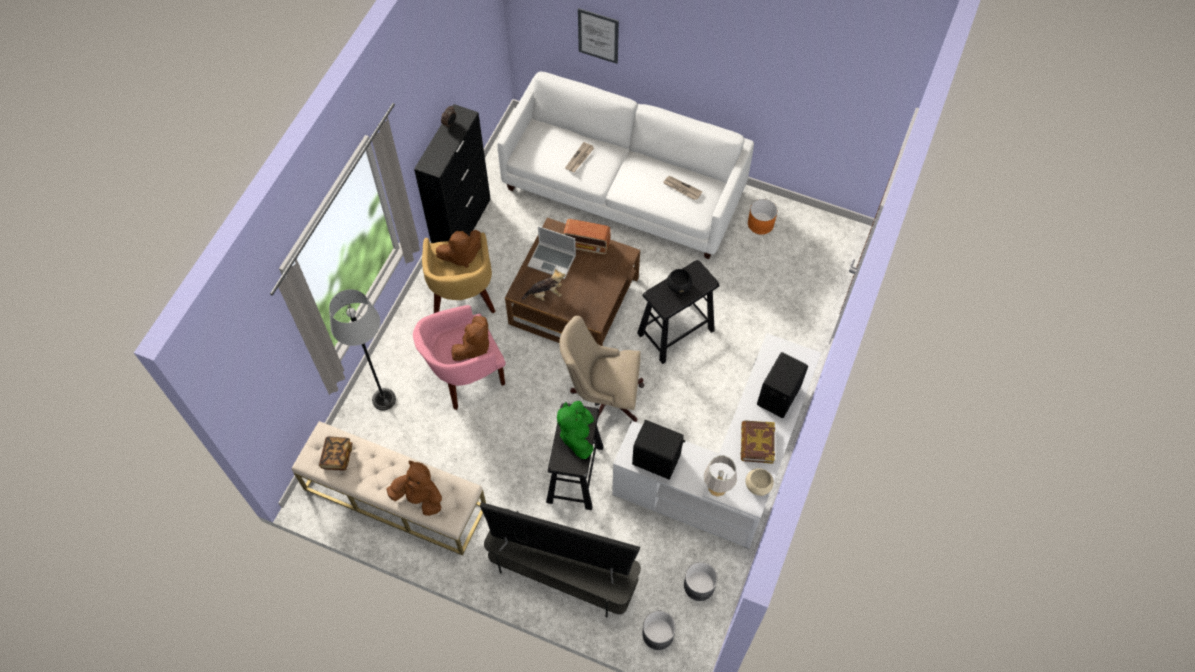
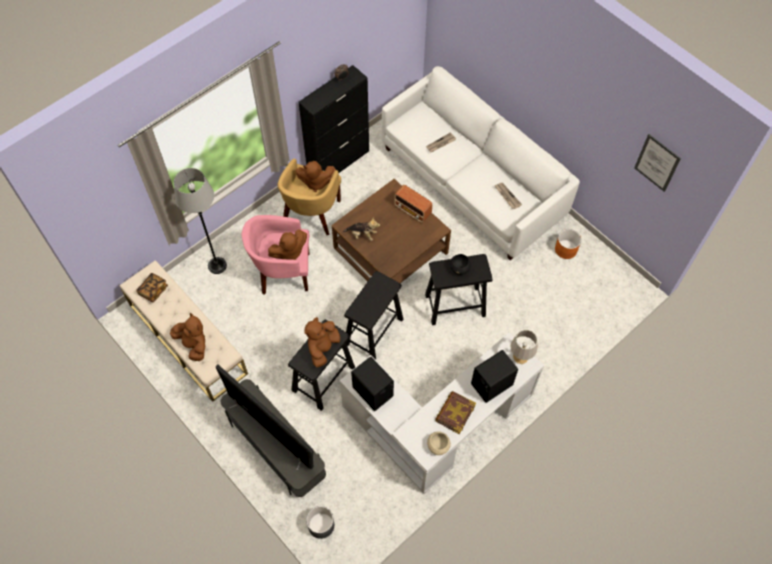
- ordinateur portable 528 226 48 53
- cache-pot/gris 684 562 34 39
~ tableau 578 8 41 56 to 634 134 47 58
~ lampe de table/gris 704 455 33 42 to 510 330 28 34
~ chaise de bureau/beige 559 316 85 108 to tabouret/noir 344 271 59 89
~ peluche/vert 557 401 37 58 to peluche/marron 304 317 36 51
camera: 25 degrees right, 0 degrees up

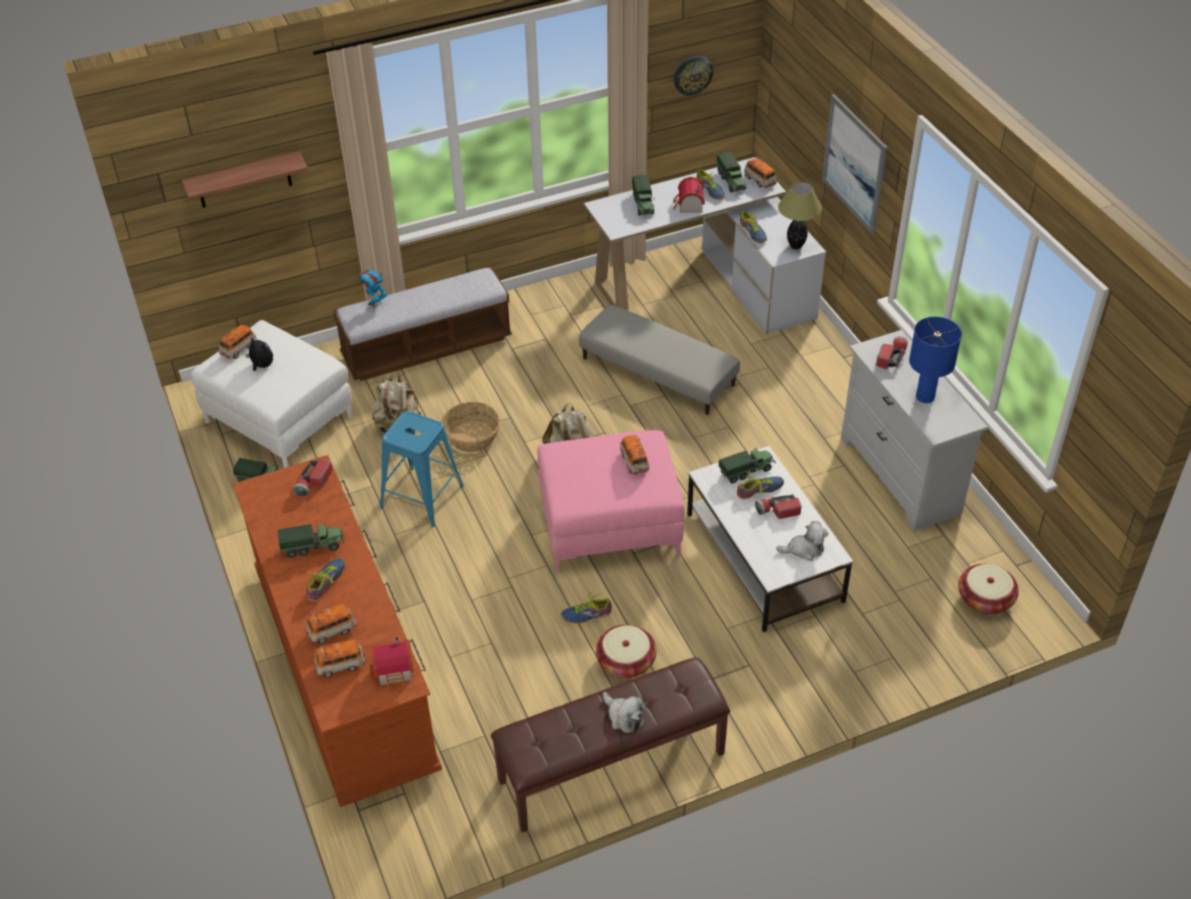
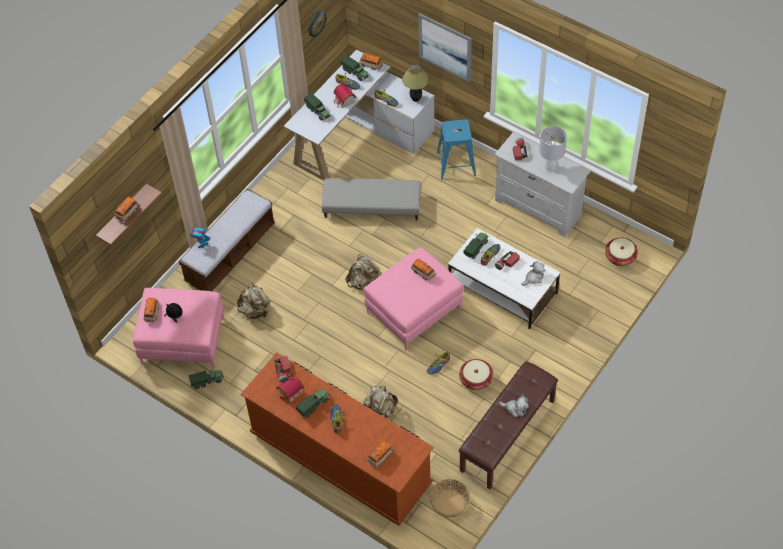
+ sac à dos/beige 363 385 35 33
~ petite voiture 305 604 51 40 to 115 197 24 25
~ maison miniature 370 636 44 56 to 276 374 28 29
~ tabouret/bleu 380 411 84 116 to 437 119 39 60
~ panier 441 402 59 50 to 430 479 40 38
~ pouf/blanc 191 320 162 148 to pouf/rose 133 288 91 81
~ lampe de table/bleu 909 316 53 87 to lampe de table/gris 539 126 28 46
camera: 30 degrees left, 10 degrees up

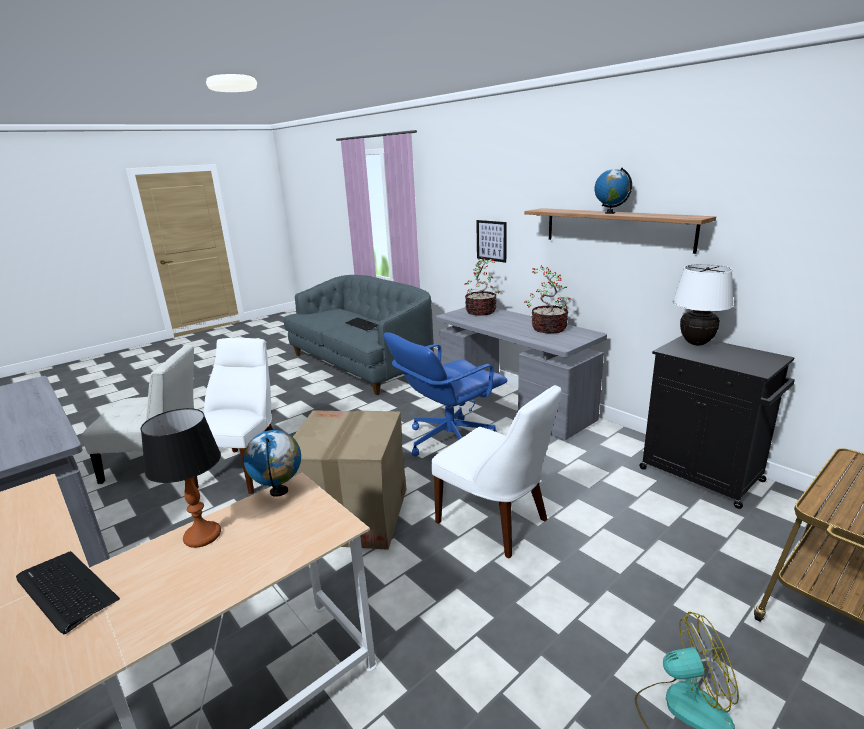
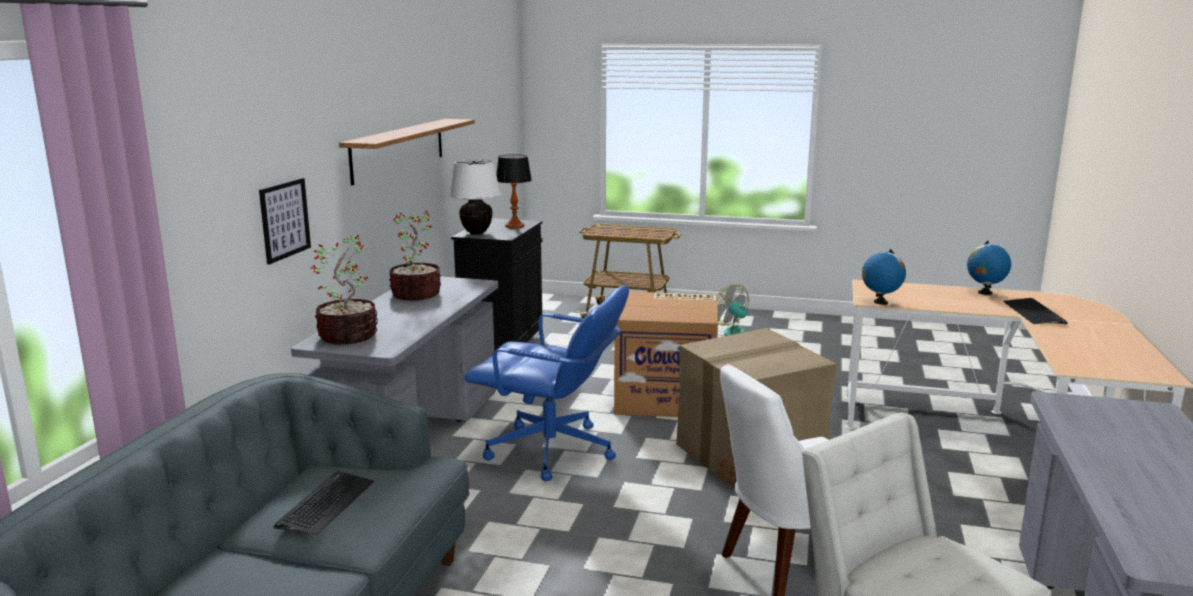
~ lampe de table 141 408 80 140 to 496 154 36 74
~ globe 594 168 38 46 to 967 241 44 54
~ chaise/blanc 431 385 131 174 to carton 614 292 104 125
camera: 125 degrees left, 5 degrees down

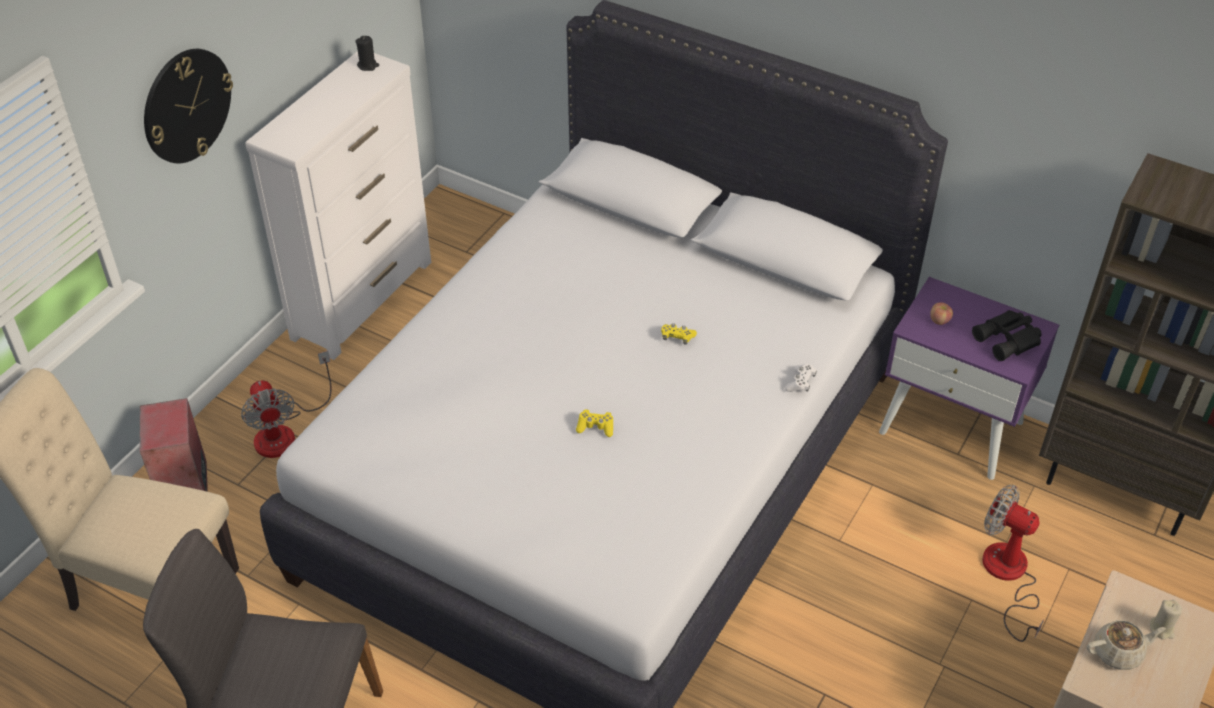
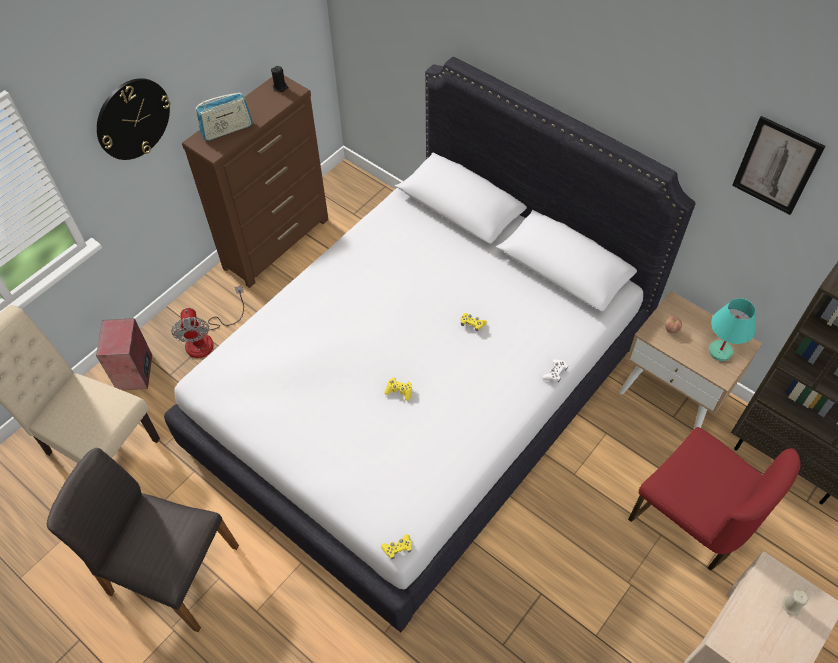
- théière/beige 1087 620 79 50
+ radio 195 92 58 49
+ manette/jaune 381 534 31 25
+ tableau 732 116 93 99
~ jumelles/noir 972 310 70 51 to lampe de table/turquoise 709 298 47 63
~ ventilateur 982 484 62 158 to chaise/rouge 628 427 173 144
~ commode/blanc 245 51 186 309 to commode/marron 182 75 147 213
~ table de chevet/violet 879 277 180 203 to table de chevet/beige 619 291 143 138
camera: 10 degrees right, 10 degrees up

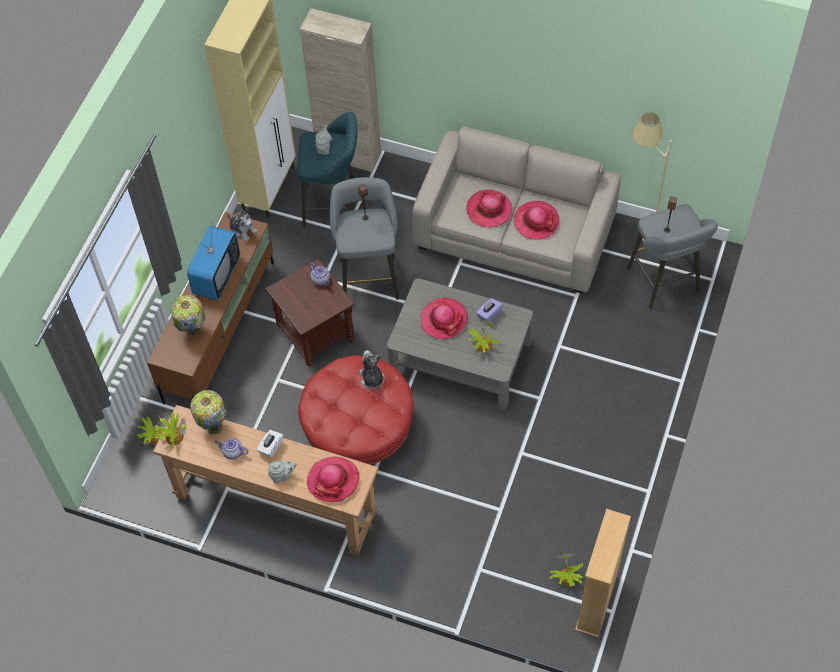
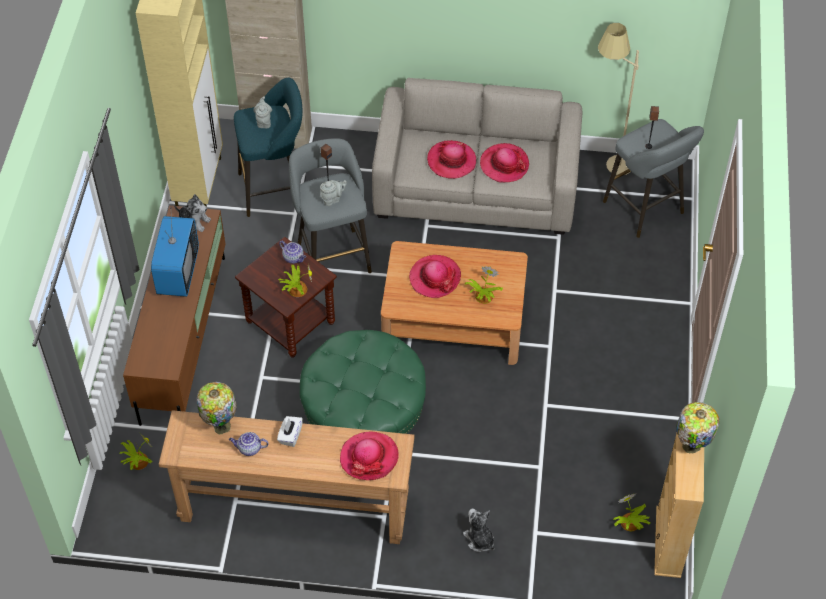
- boîte à mouchoirs/violet 476 298 27 23
~ plante en pot 154 412 33 34 to 278 265 34 32
~ lampe de table 171 295 34 42 to 676 402 43 51
~ théière/gris 268 460 29 23 to 320 180 27 26
~ peluche 359 350 26 39 to 463 508 31 44
~ pouf/rouge 298 355 116 110 to pouf/vert 300 330 126 104
~ table basse/gris 387 278 146 131 to table basse/marron 381 241 147 124
camera: 15 degrees left, 5 degrees down

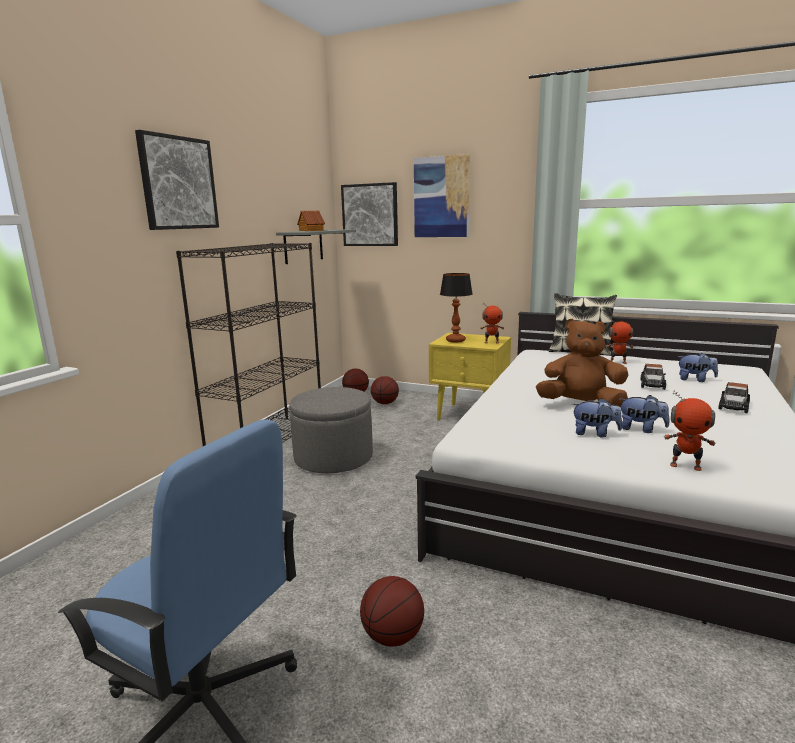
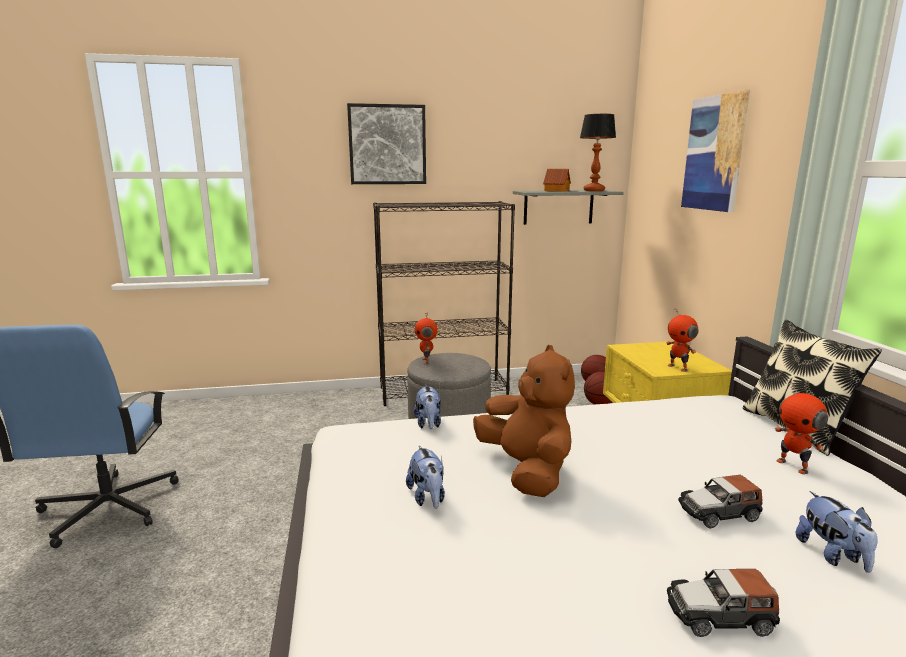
- tableau 341 182 57 64
- ballon de basket 360 576 64 71
~ lampe de table 440 273 32 69 to 580 114 36 77
~ peluche 619 395 51 38 to 414 385 27 44
~ robot jouet 664 390 52 81 to 415 312 23 53
camera: 55 degrees right, 0 degrees up

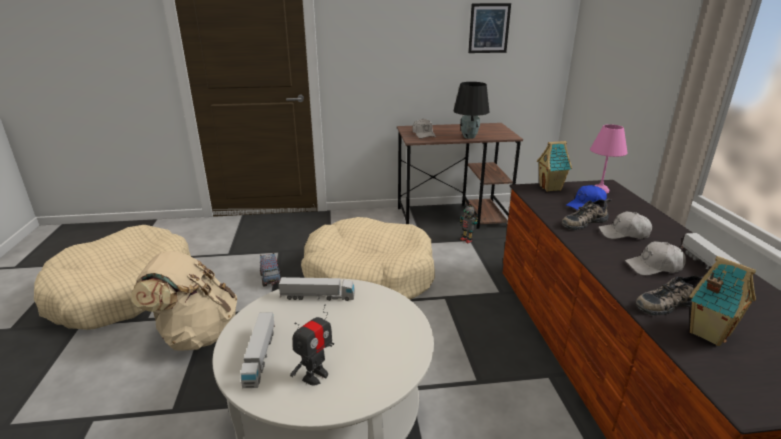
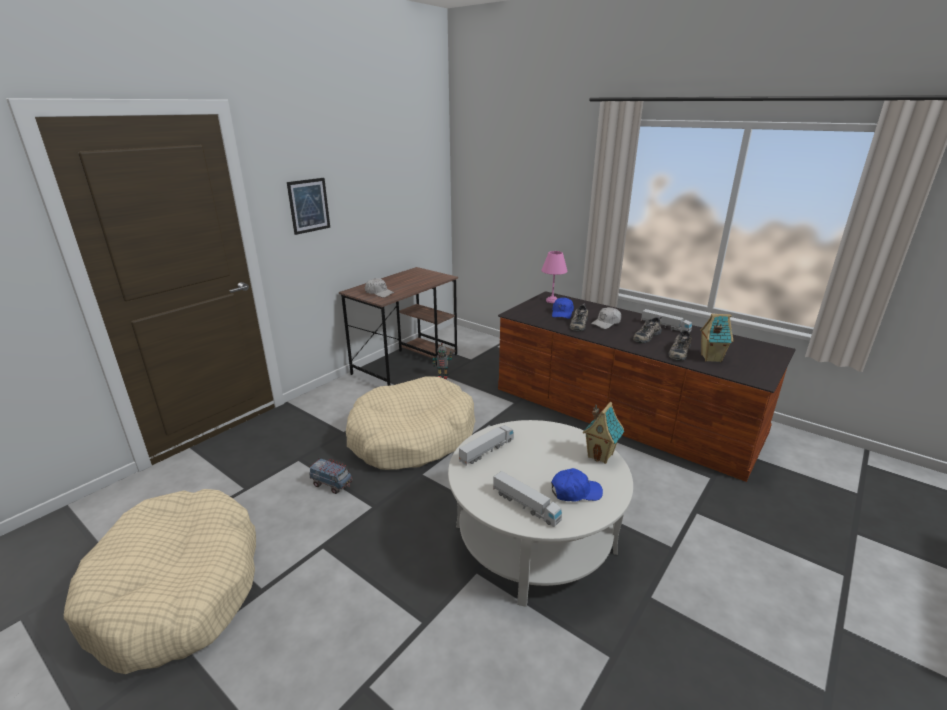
- sac à dos/beige 131 251 106 99
- lampe de table/noir 453 82 36 57
~ tableau 468 3 43 50 to 287 178 43 57
~ maison miniature 537 141 35 51 to 583 402 42 62
~ robot jouet 290 305 44 81 to casquette/bleu 551 468 52 34
~ casquette/blanc 625 241 61 34 to chaussure 633 316 29 27
camera: 45 degrees left, 0 degrees up

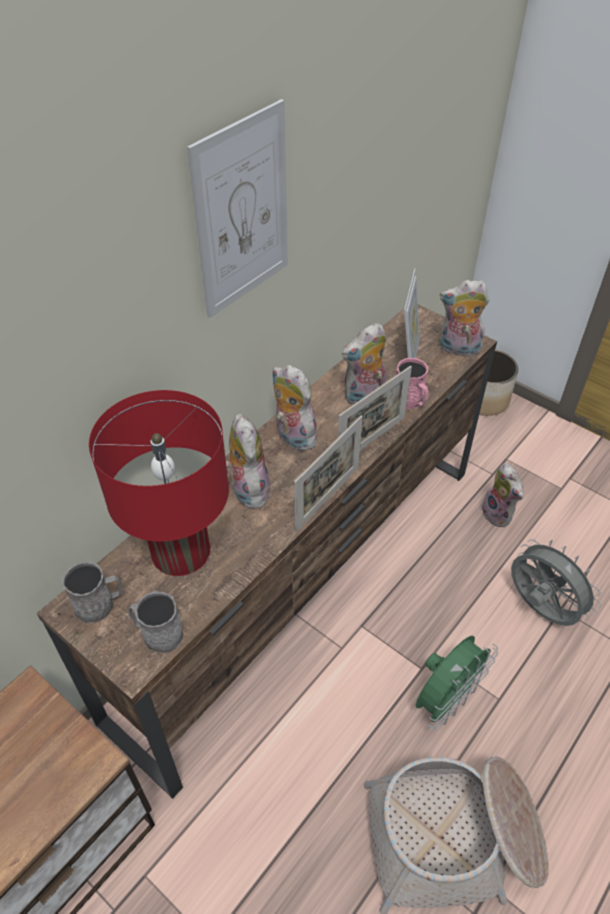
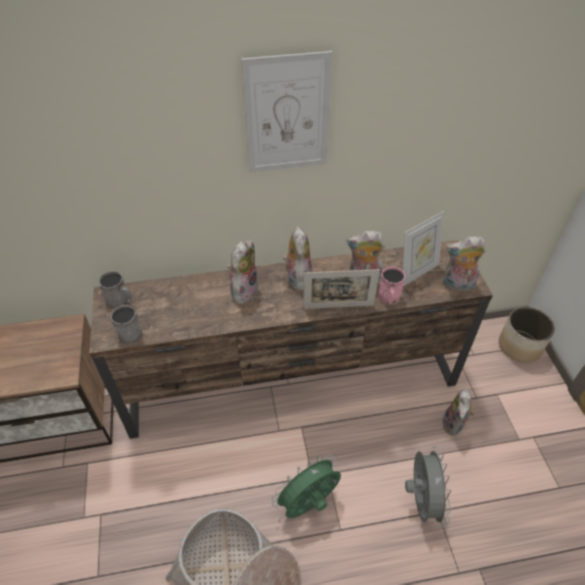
- lampe de table/rouge 89 390 140 186
- cadre photo 294 415 69 117
~ ventilateur/vert 416 635 82 96 = 272 454 69 64 150 degrees clockwise
~ peluche 440 280 49 77 = 443 236 43 55 45 degrees counterclockwise
camera: 40 degrees right, 0 degrees up

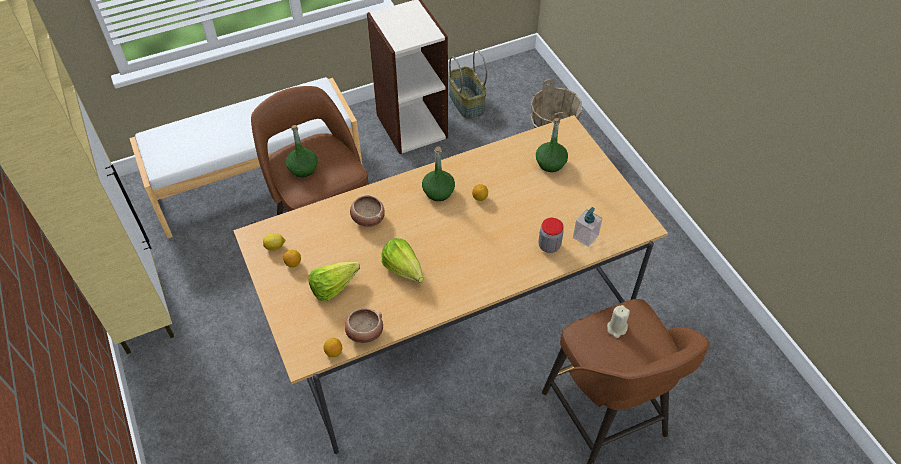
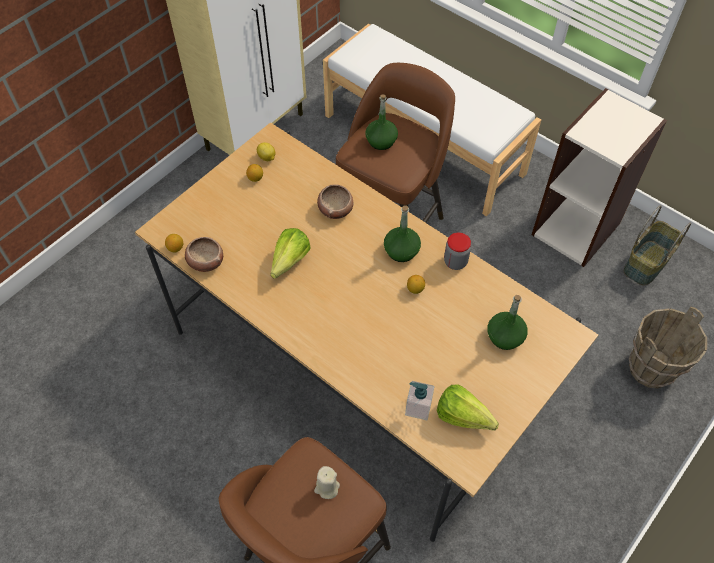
~ laitue 309 262 51 40 to 437 384 62 47
~ bocal 539 218 25 35 to 444 232 27 38
camera: 65 degrees right, 5 degrees up

